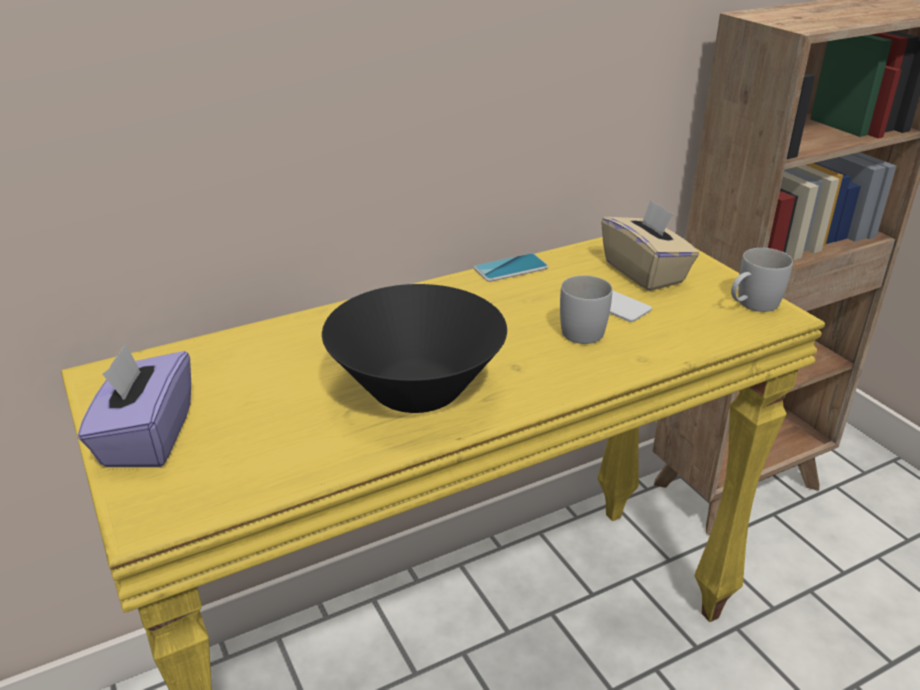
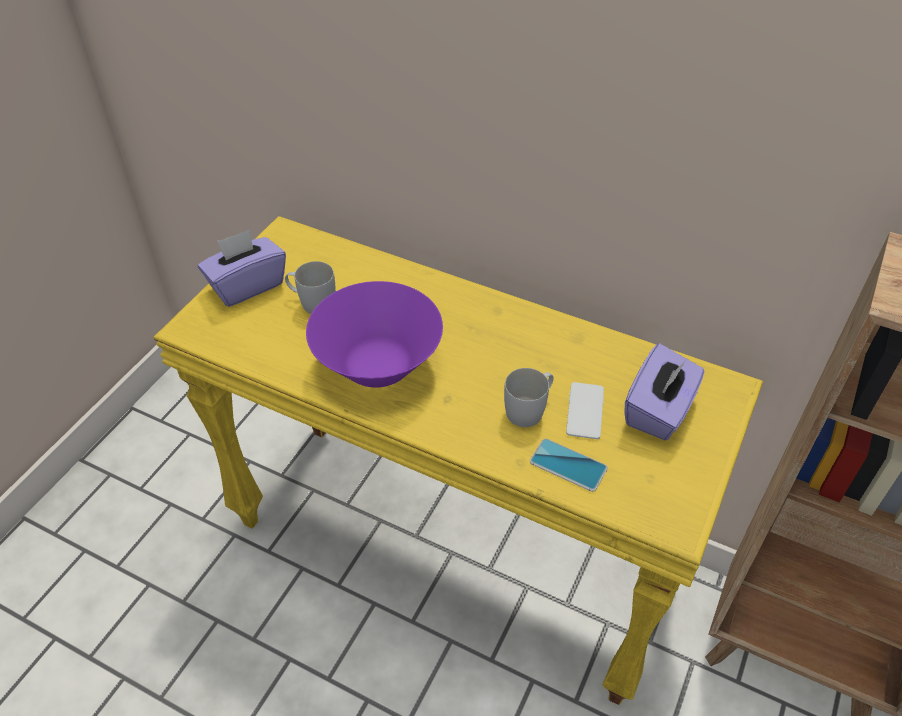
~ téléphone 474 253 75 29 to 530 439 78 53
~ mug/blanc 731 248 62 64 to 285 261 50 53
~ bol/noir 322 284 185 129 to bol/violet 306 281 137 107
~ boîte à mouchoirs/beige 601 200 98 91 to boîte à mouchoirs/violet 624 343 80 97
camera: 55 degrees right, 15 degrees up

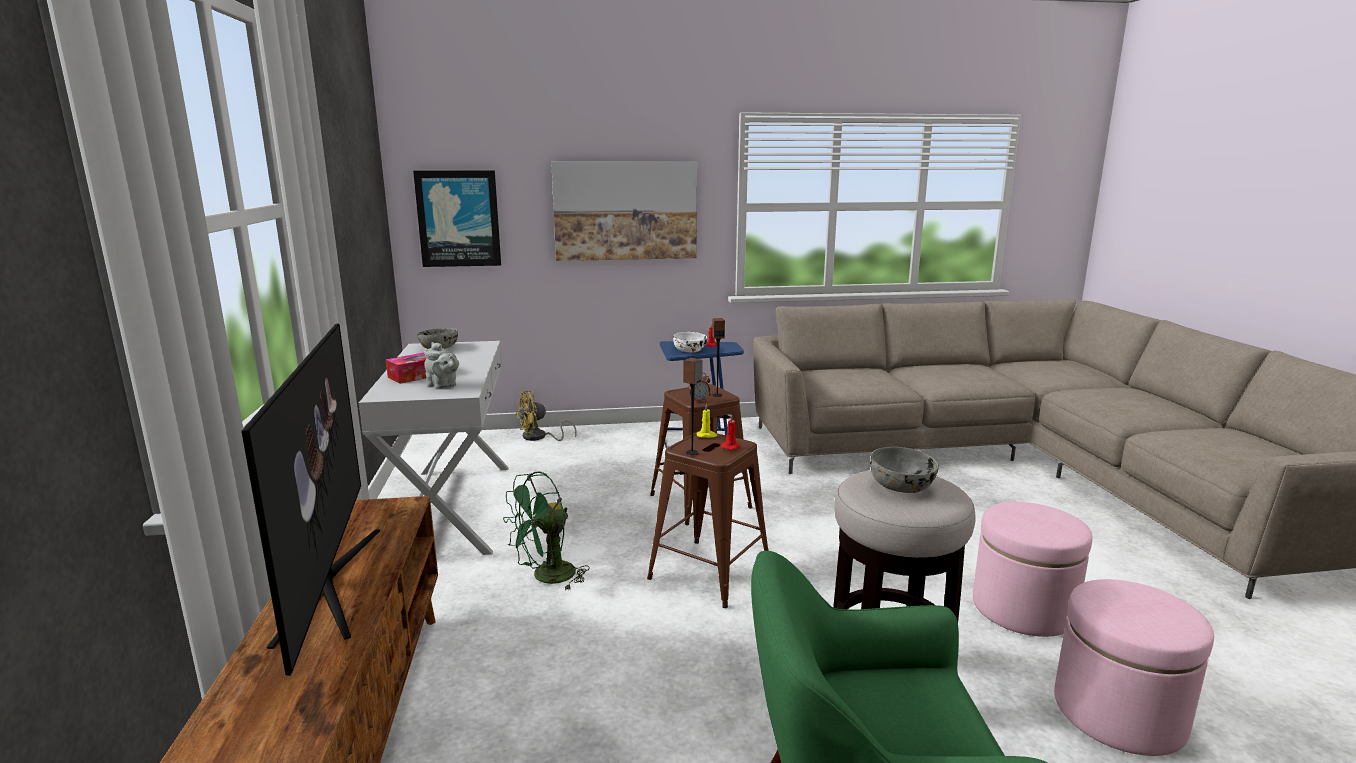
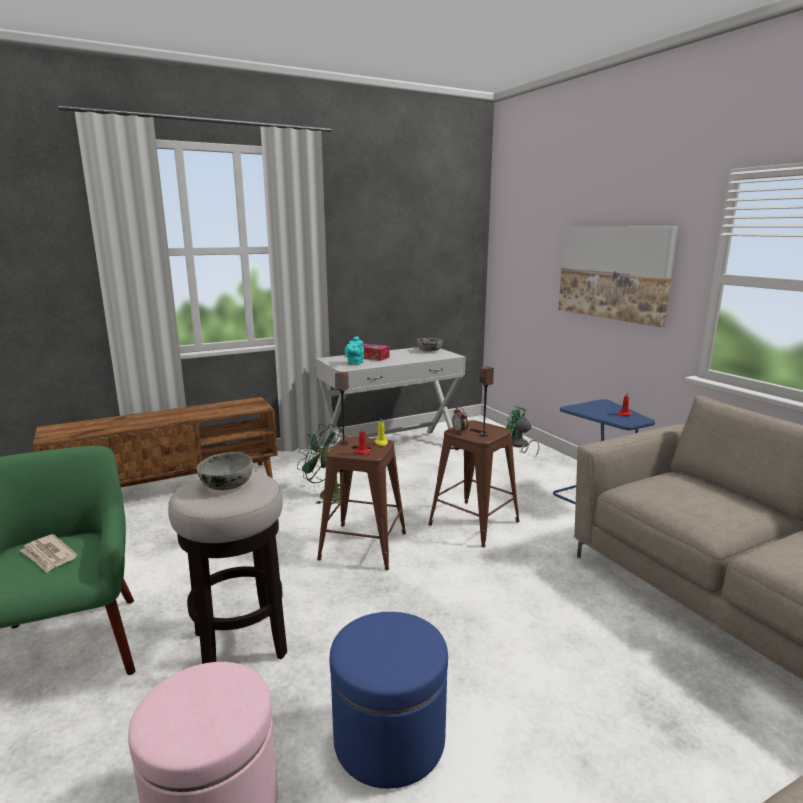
- téléviseur 241 323 139 353
- tableau 413 170 88 97
- bol/blanc 673 332 34 21
+ journal 20 534 58 39
~ théière/gris 424 342 35 46 to théière/turquoise 345 336 19 29
~ ventilateur/jaune 515 391 61 50 to ventilateur/vert 506 406 34 50
~ pouf/rose 973 502 119 135 to pouf/bleu 330 612 118 177
camera: 70 degrees right, 0 degrees up

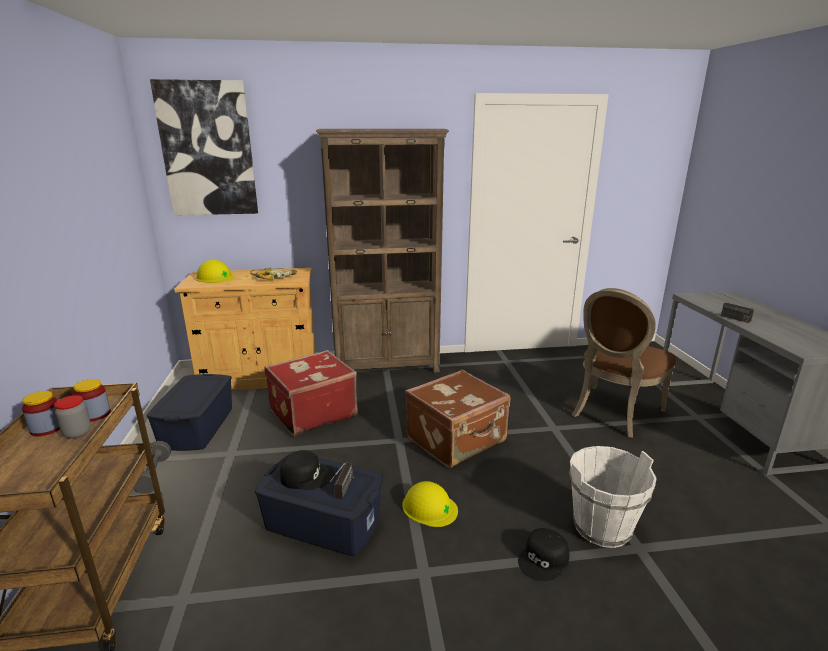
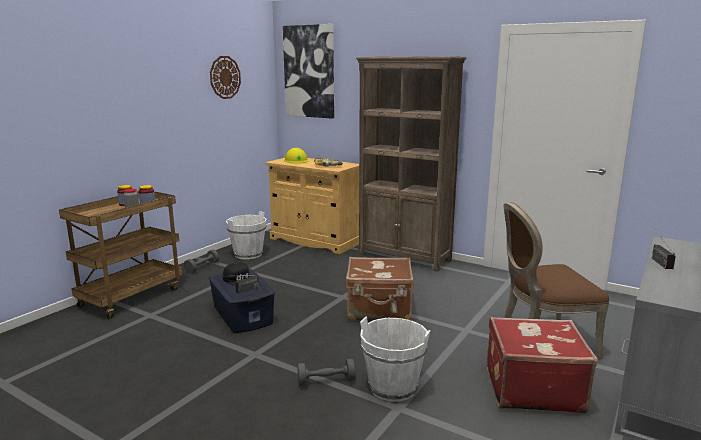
- casque de chantier/jaune 402 481 56 46
+ horloge murale 210 56 31 43
~ valise/rouge 264 350 93 86 to 487 317 111 96
~ boîte de rangement/bleu 146 374 86 77 to seau/blanc 226 211 41 48
~ casquette/noir 518 528 52 54 to haltère/gris 298 359 58 27
camera: 40 degrees right, 5 degrees down

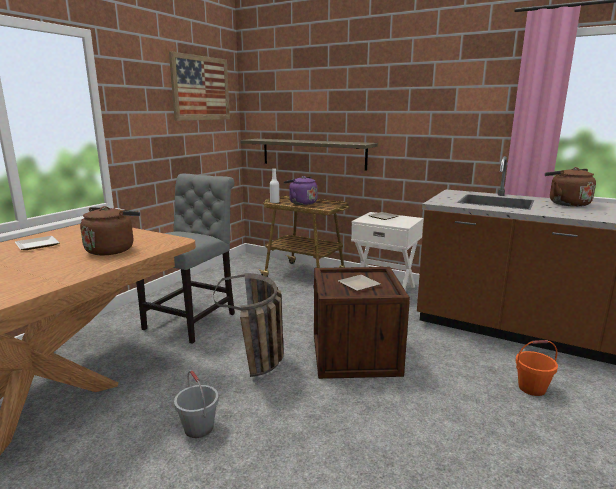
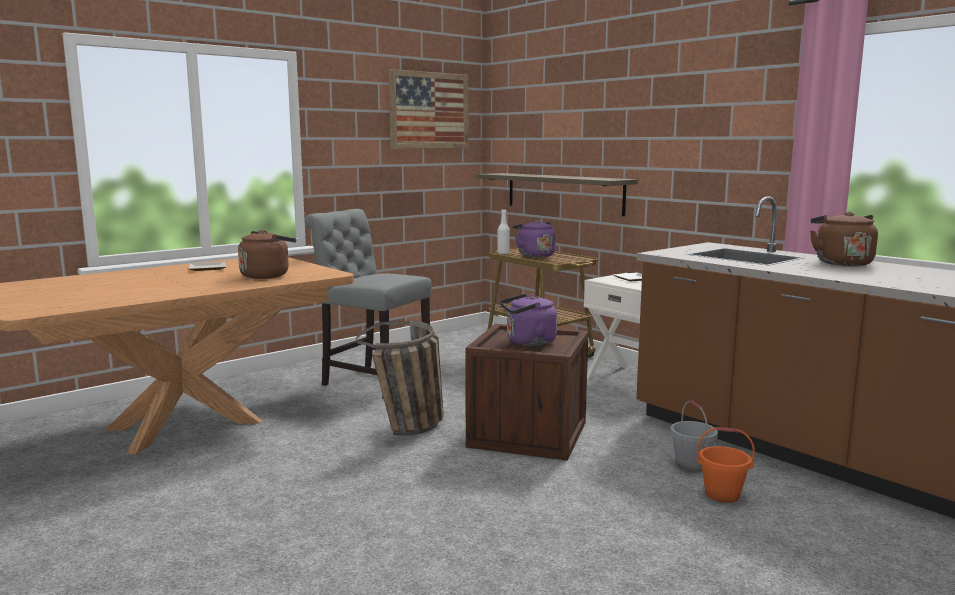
~ seau/gris 174 370 45 68 to 670 400 48 72
~ assiette 338 275 43 16 to bouilloire/violet 500 294 57 53
~ chaise/gris 136 174 99 170 = 305 209 127 190 105 degrees counterclockwise
camera: 20 degrees right, 5 degrees down

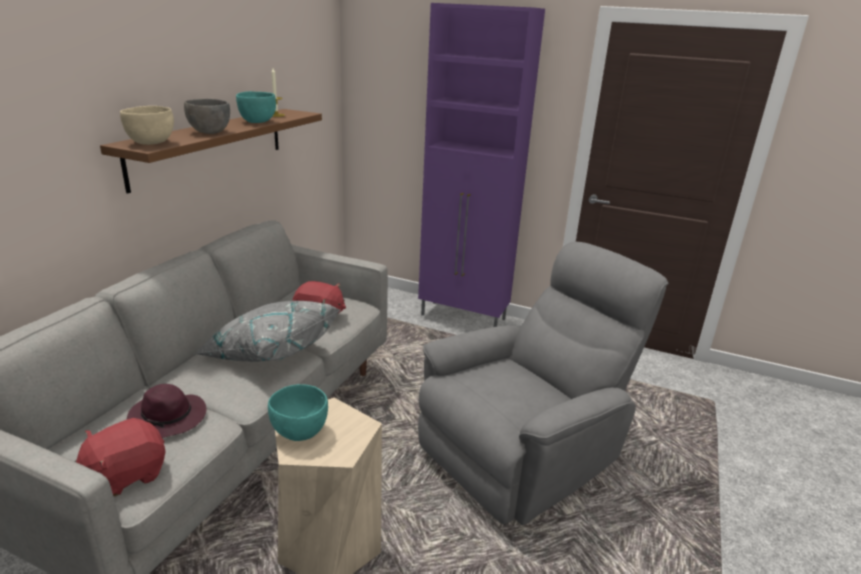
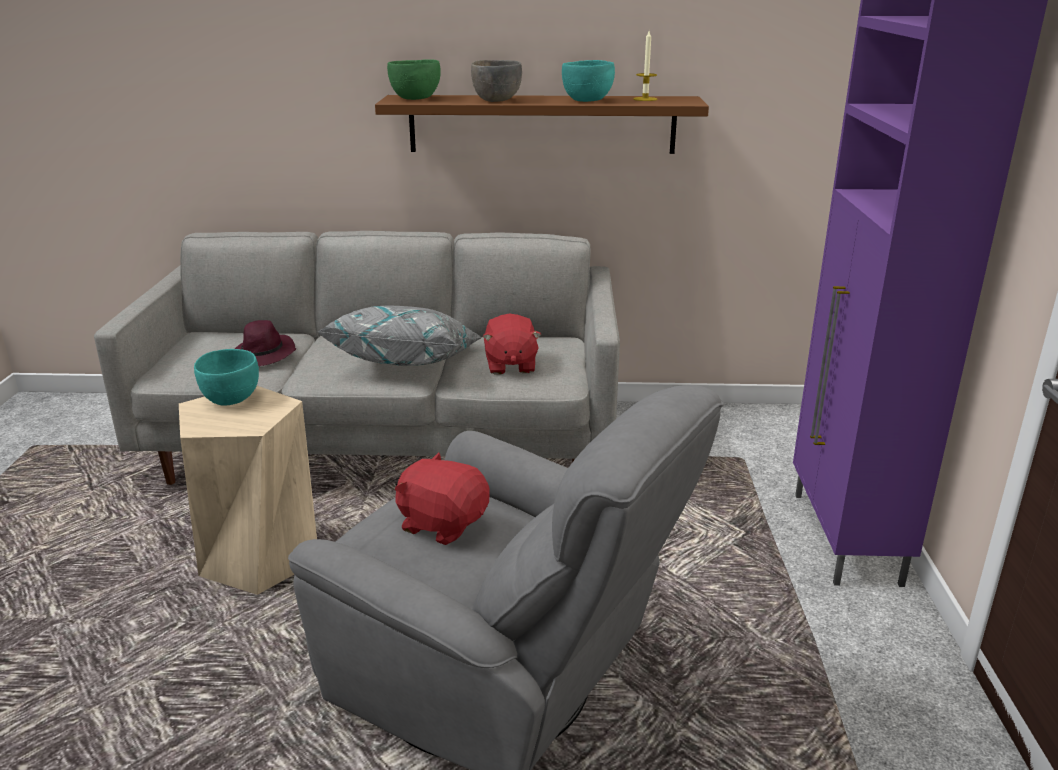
~ peluche/rouge 75 418 90 79 to 395 453 94 92
~ bol/beige 120 106 54 39 to bol/vert 387 59 54 41
camera: 70 degrees right, 0 degrees up

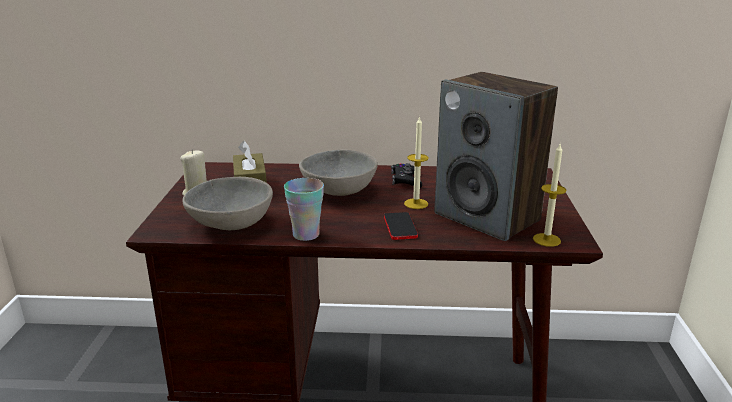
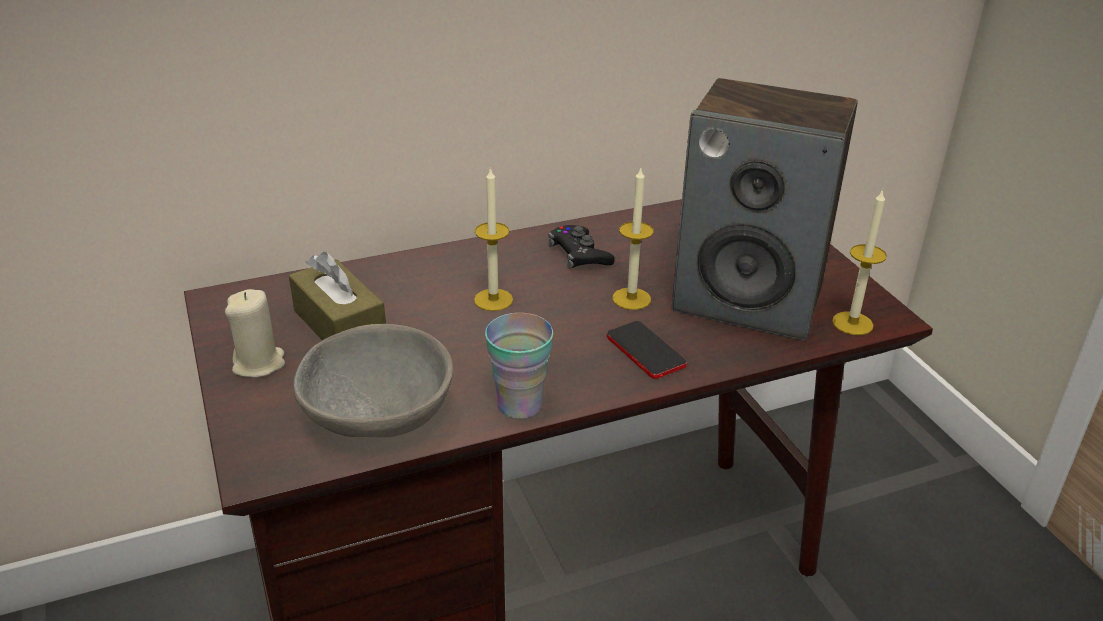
~ bol/gris 299 150 79 46 to bougie 474 167 39 144
camera: 25 degrees left, 10 degrees up

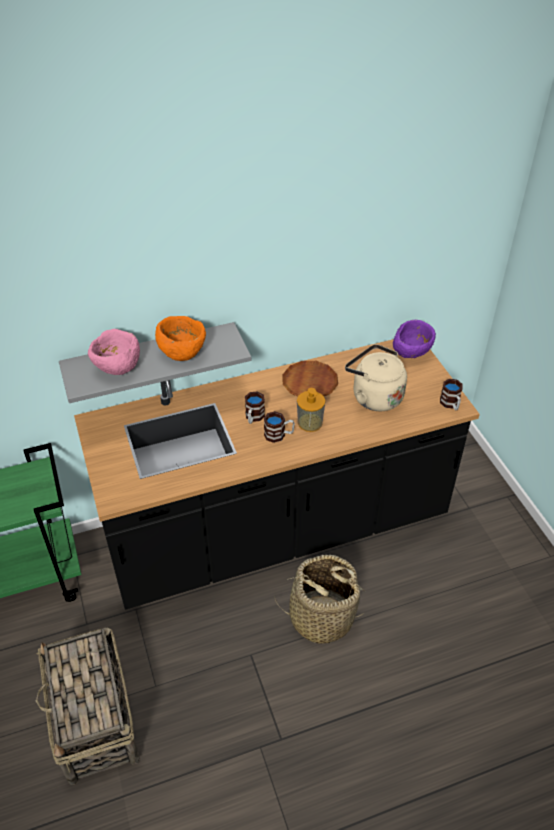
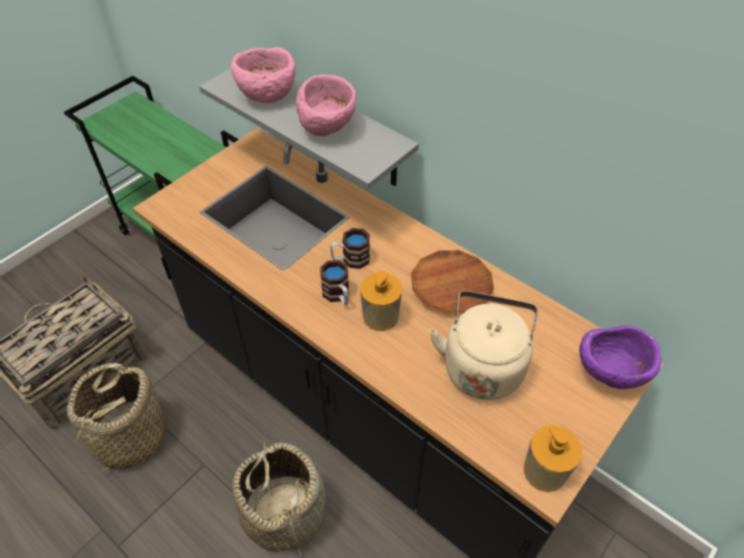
+ panier 67 363 98 112
~ mug 440 379 23 31 to distributeur de savon 524 425 58 67
~ bol/orange 155 316 51 45 to bol/rose 296 74 61 62
camera: 60 degrees right, 5 degrees up

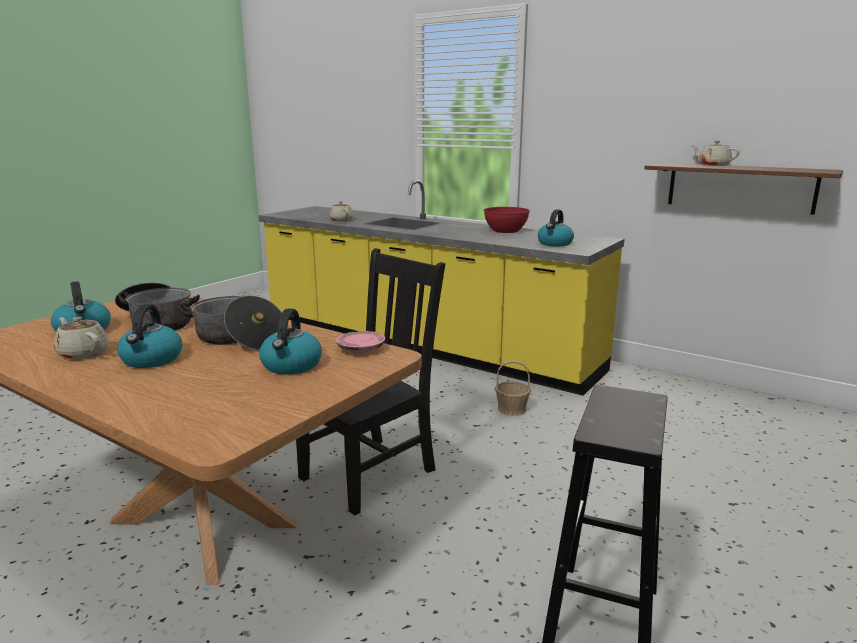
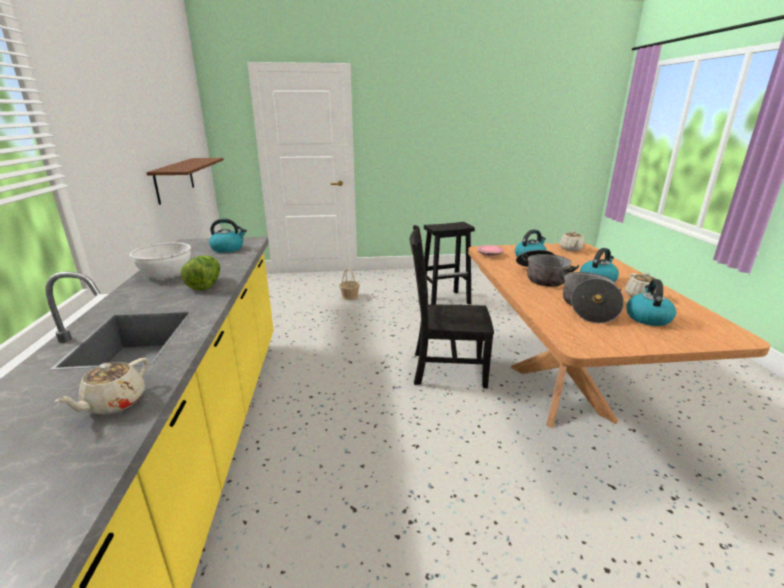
+ laitue 181 255 39 36
~ panier 495 361 36 55 to 339 268 21 32
~ théière/beige 692 140 48 26 to 560 231 25 20
~ bol/rouge 483 207 47 26 to bol/blanc 129 242 62 37
camera: 130 degrees left, 5 degrees up

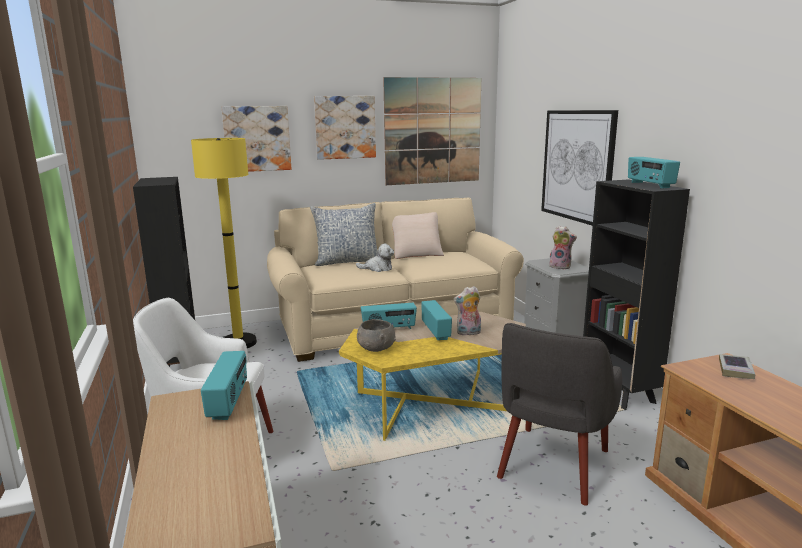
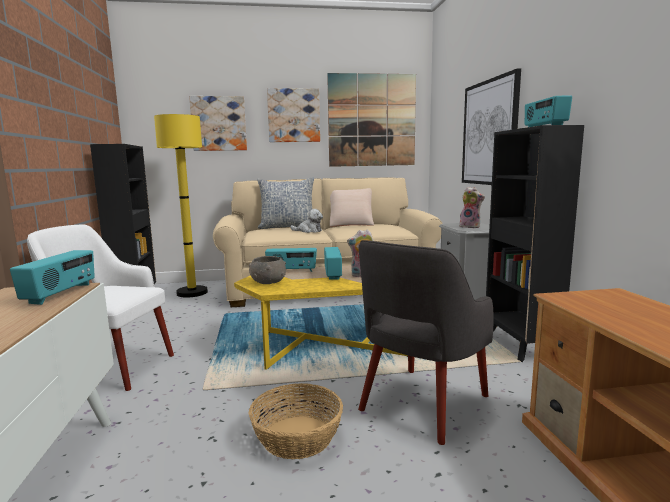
- livre 719 354 36 25
+ panier 248 383 95 76
camera: 10 degrees right, 5 degrees down

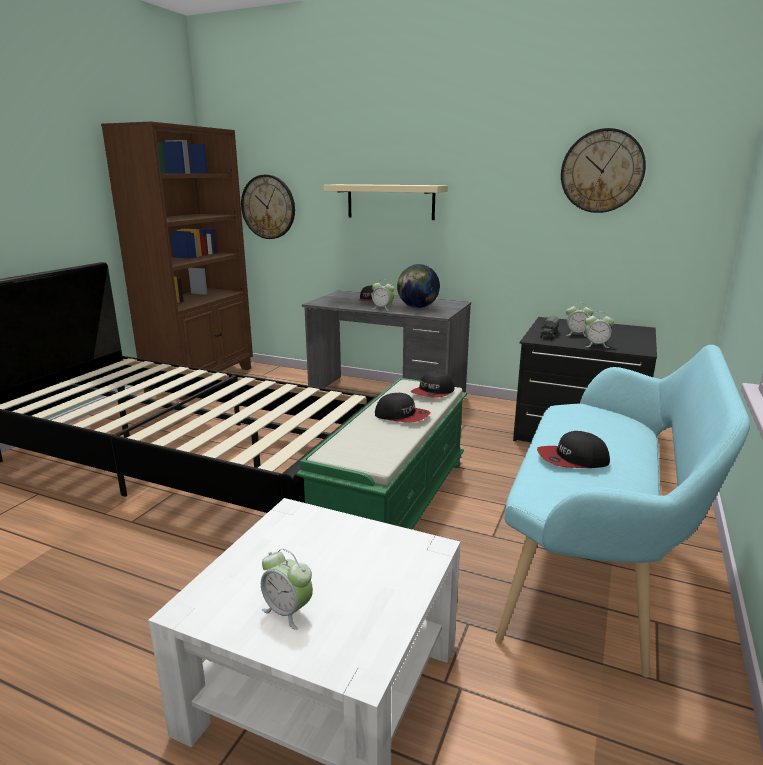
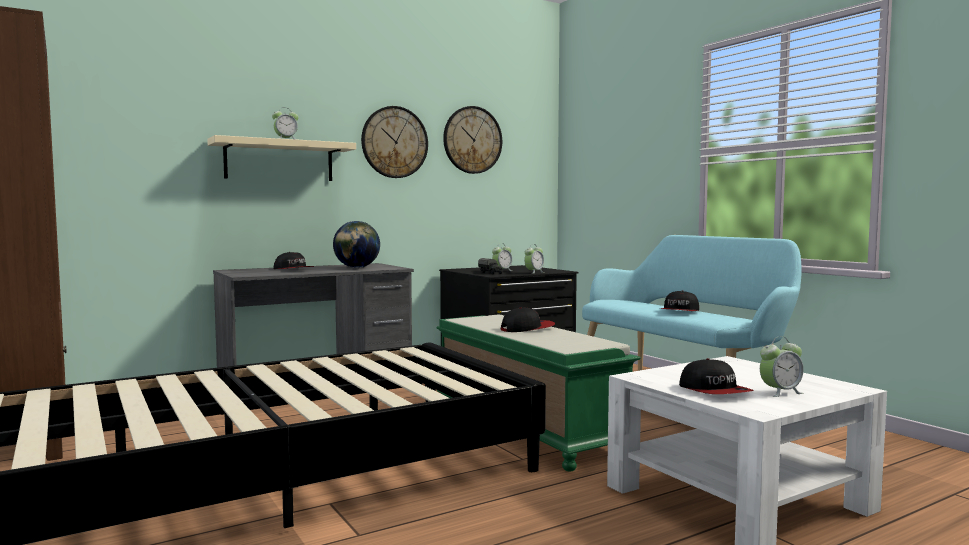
~ horloge murale 241 175 54 64 to 361 106 67 72
~ réveil 372 279 22 32 to 272 109 27 31
~ casquette 411 371 43 27 to 679 358 74 36
camera: 55 degrees left, 15 degrees down

